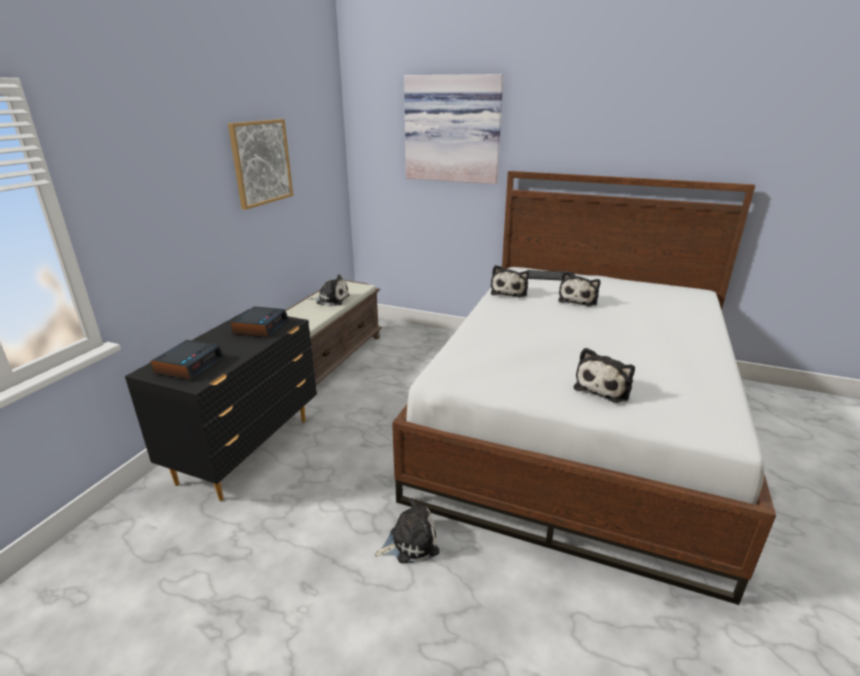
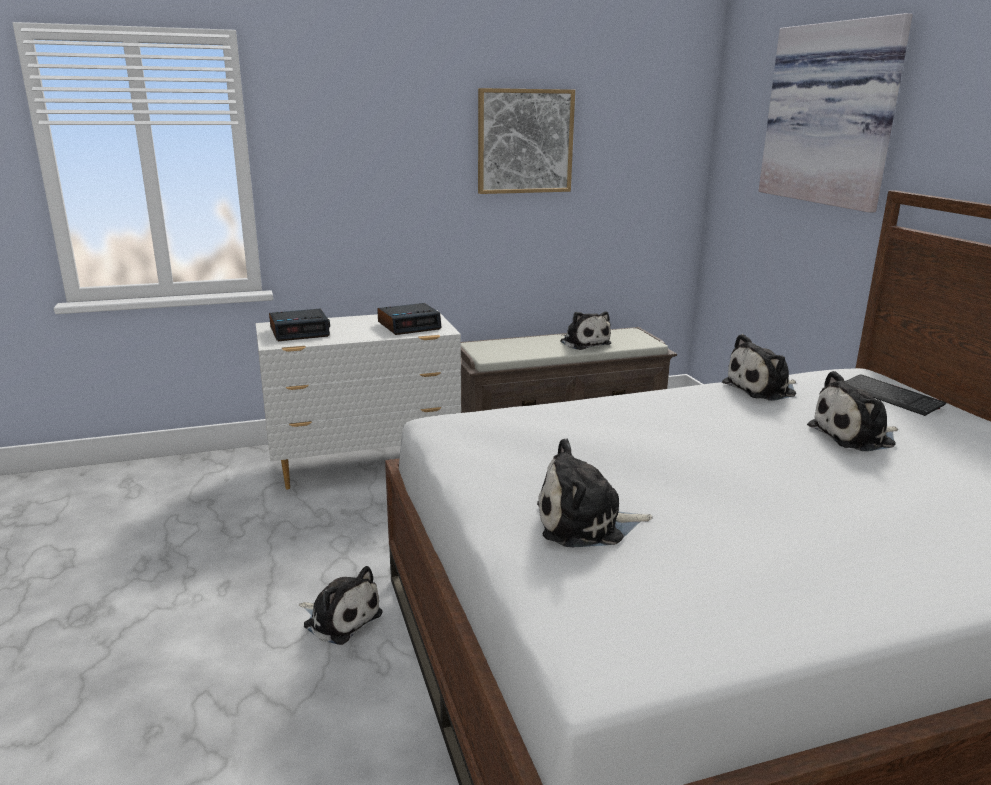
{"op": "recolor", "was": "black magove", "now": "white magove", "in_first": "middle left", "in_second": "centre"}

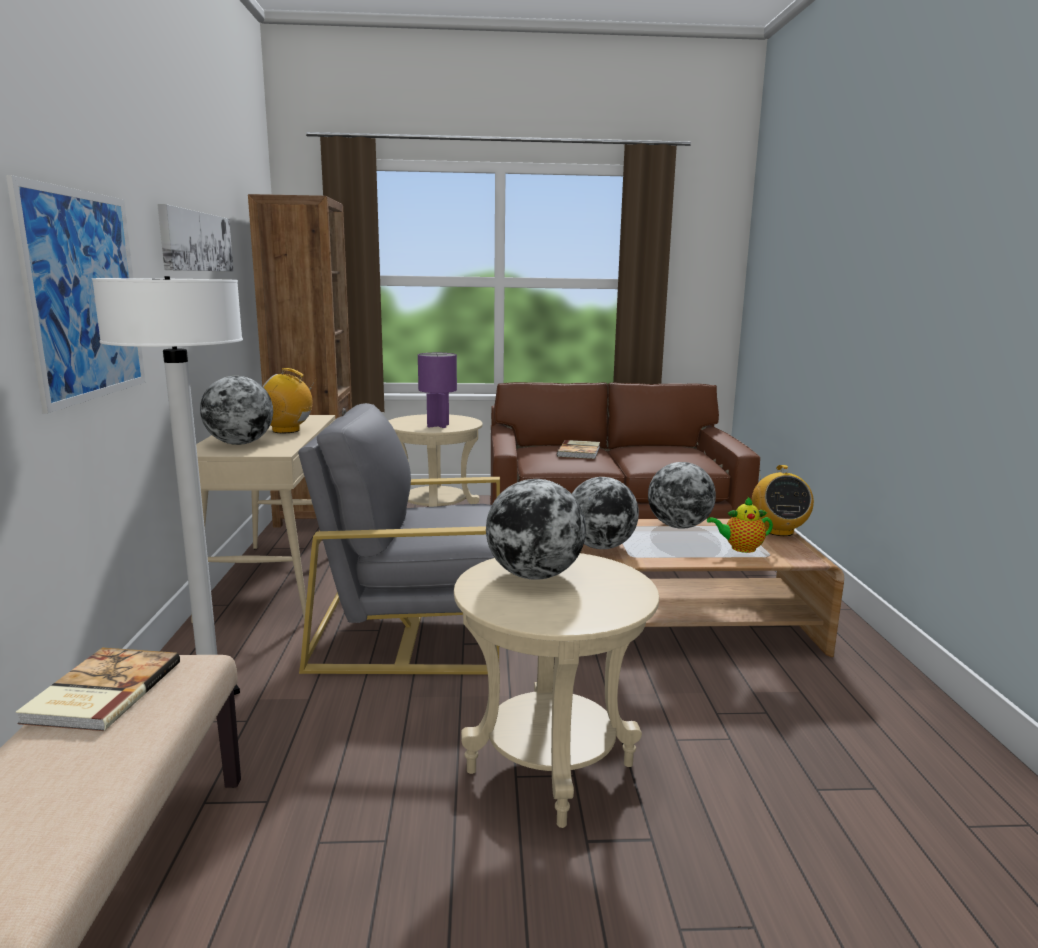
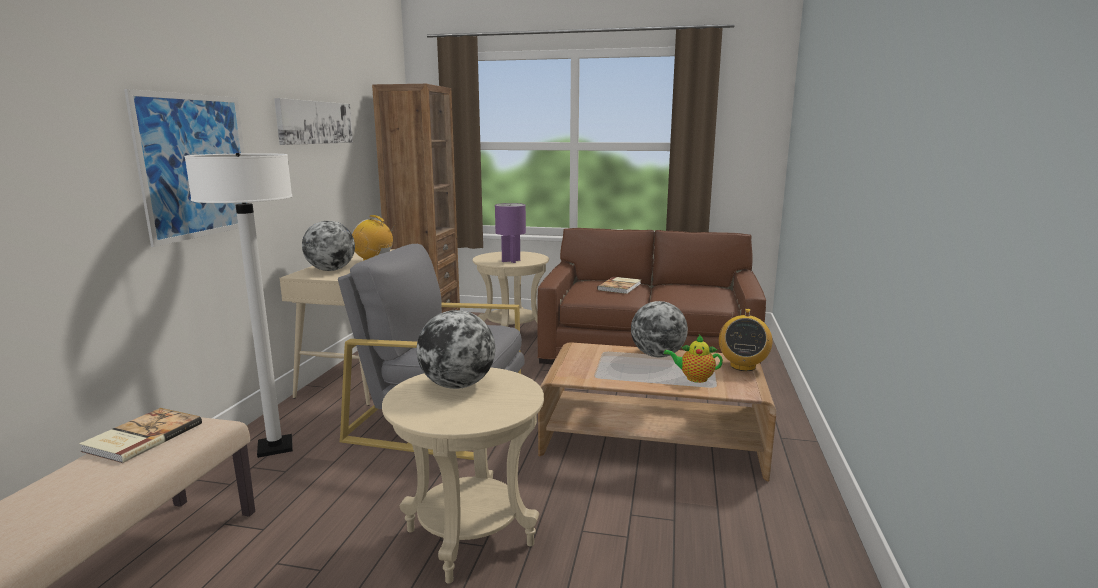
{"op": "delete", "was": "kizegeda (3rd from left)", "in_first": "centre"}

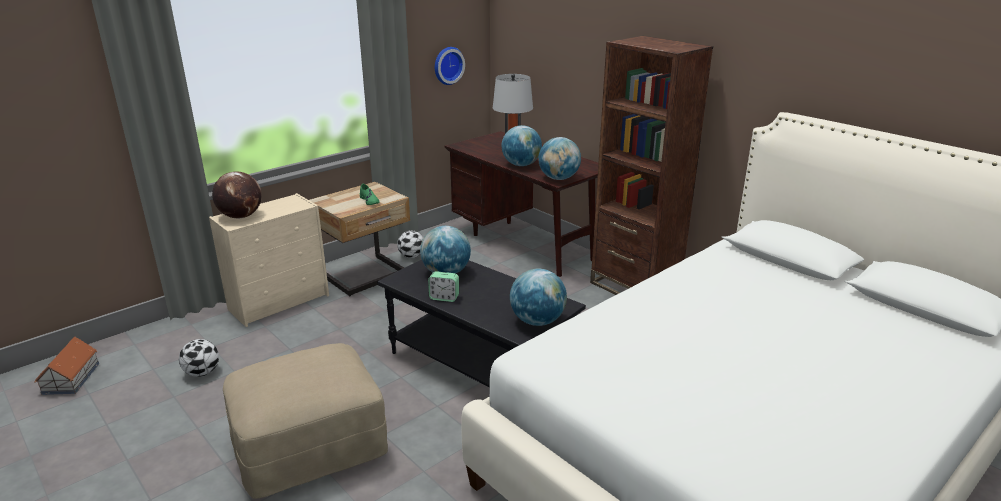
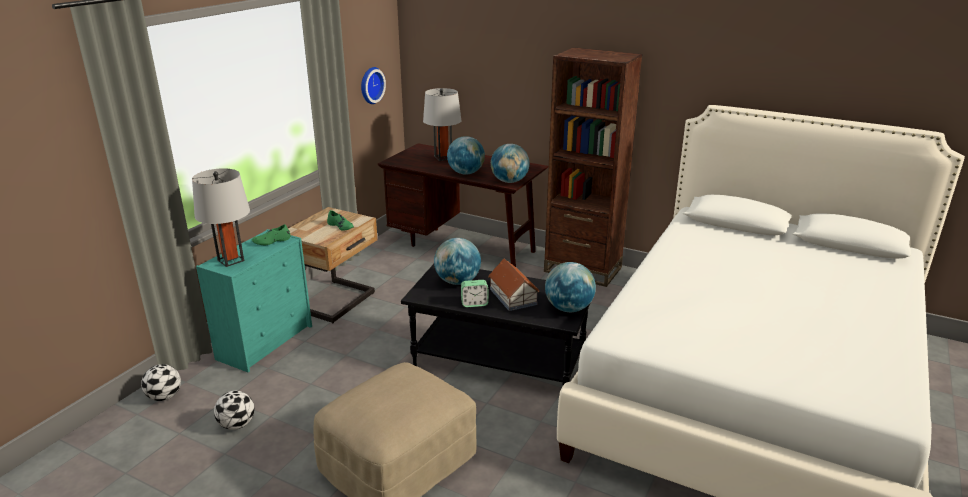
{"op": "insert", "now": "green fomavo (1st from left)", "in_second": "middle left"}
{"op": "move", "was": "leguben", "in_first": "bottom left", "in_second": "centre"}
{"op": "move", "was": "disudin (2nd from left in the first image)", "now": "disudin (1st from left)", "in_first": "centre", "in_second": "bottom left"}
{"op": "replace", "was": "kizegeda (1st from left)", "now": "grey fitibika (1st from left)", "in_first": "middle left", "in_second": "middle left"}
{"op": "recolor", "was": "beige magove", "now": "turquoise magove", "in_first": "middle left", "in_second": "middle left"}

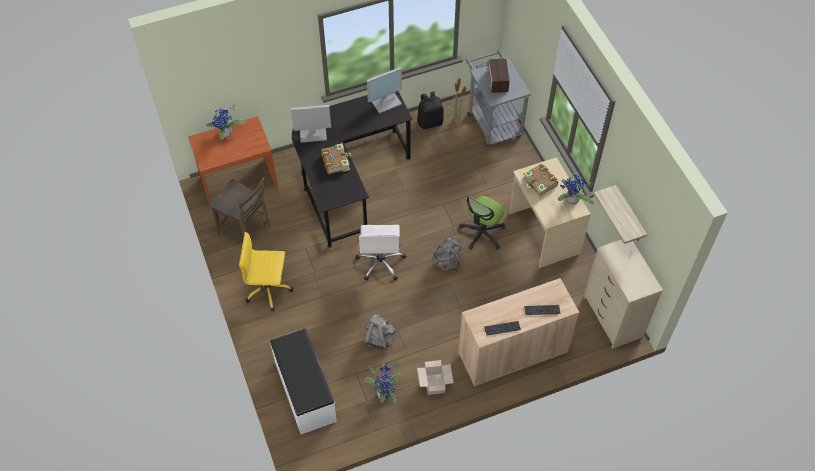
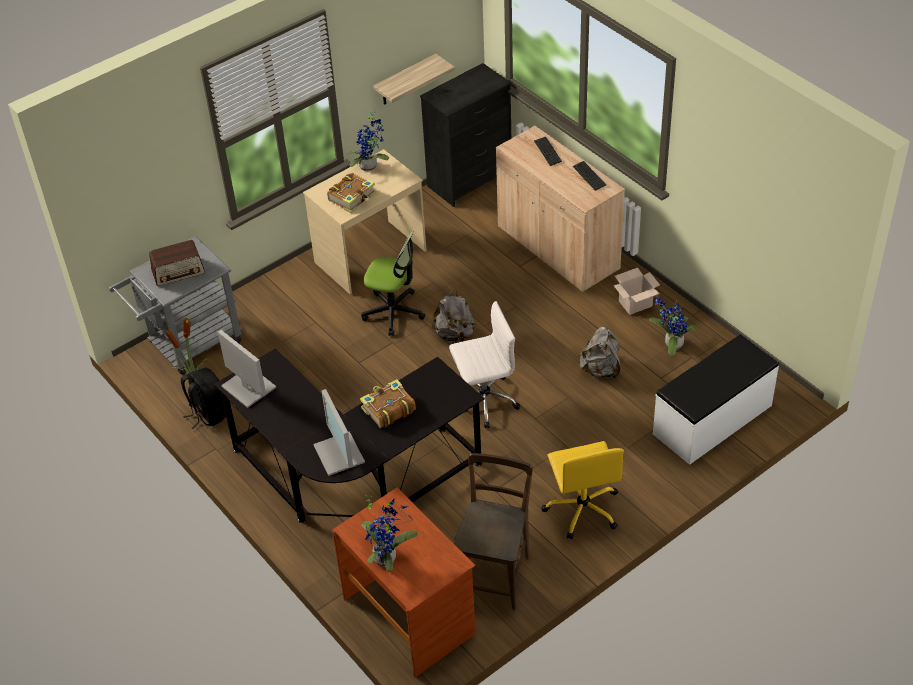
{"op": "recolor", "was": "beige magove", "now": "black magove", "in_first": "middle right", "in_second": "top centre"}

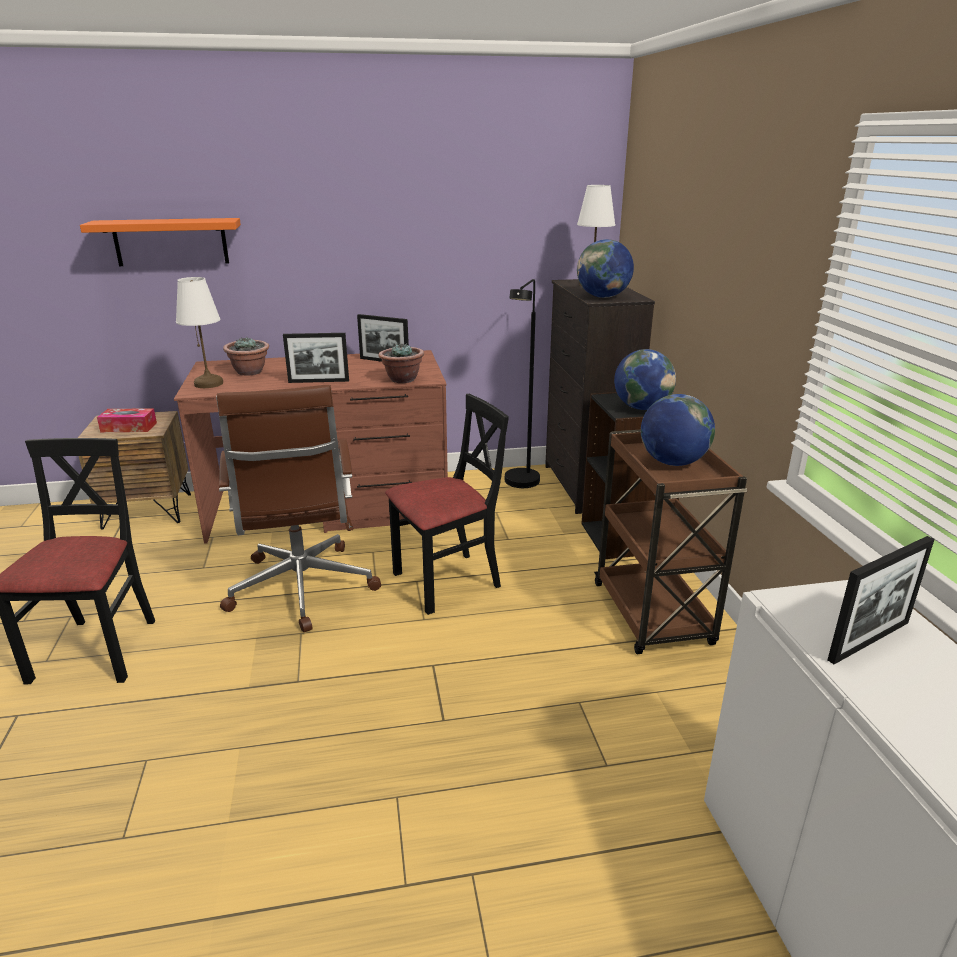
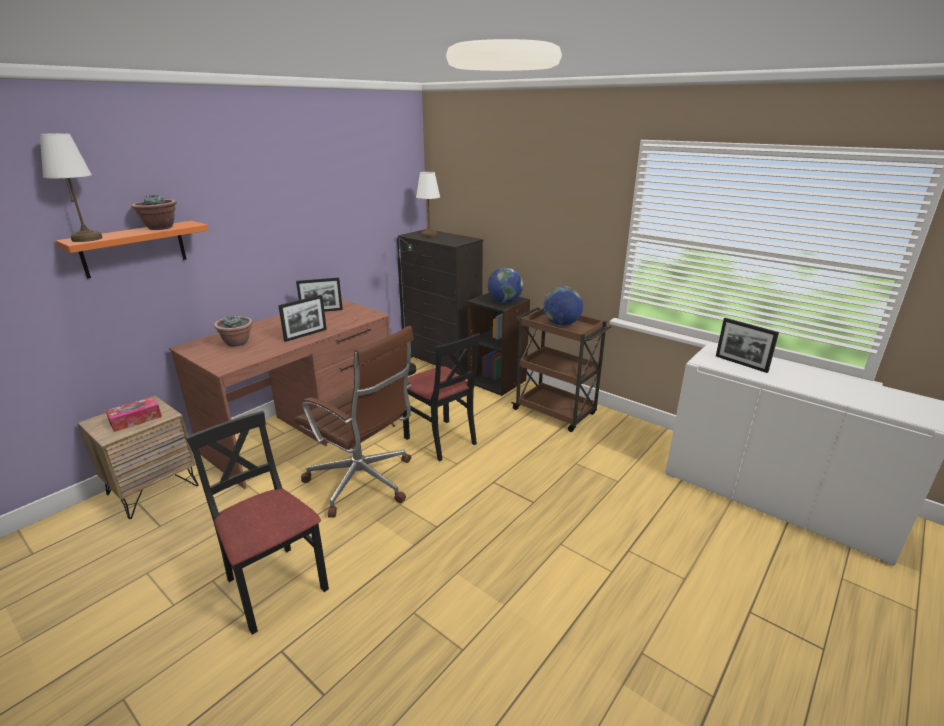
{"op": "delete", "was": "kizegeda (1st from left)", "in_first": "top centre"}
{"op": "move", "was": "white fitibika (1st from left)", "in_first": "middle left", "in_second": "top left"}
{"op": "move", "was": "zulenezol (2nd from left in the first image)", "now": "zulenezol (1st from left)", "in_first": "centre", "in_second": "top left"}
{"op": "rotate", "was": "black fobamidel (2nd from left)", "in_first": "centre", "in_second": "centre", "clockwise": 120}
{"op": "rotate", "was": "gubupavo (3rd from left)", "in_first": "middle right", "in_second": "middle right", "clockwise": 120}

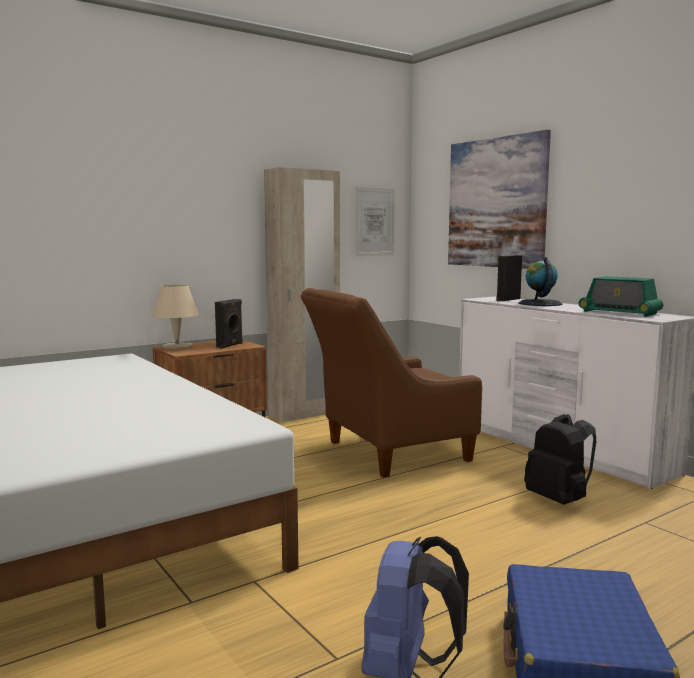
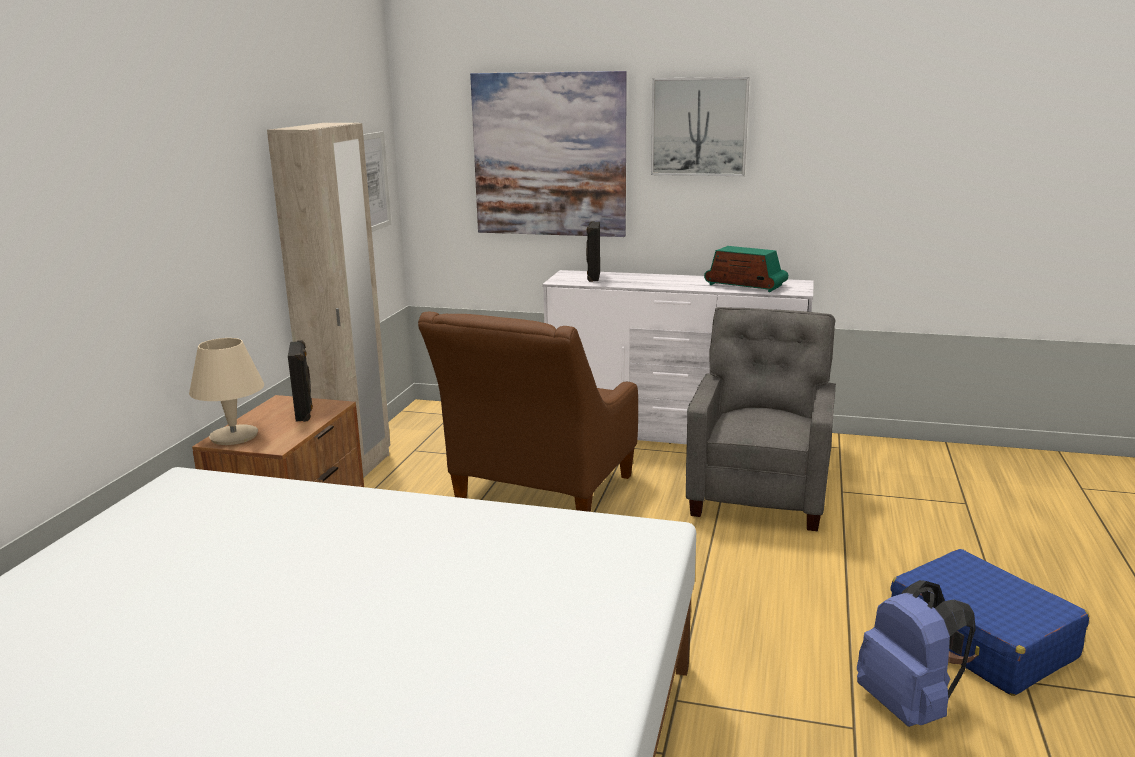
{"op": "delete", "was": "kizegeda", "in_first": "middle right"}
{"op": "insert", "now": "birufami (3rd from left)", "in_second": "top centre"}
{"op": "replace", "was": "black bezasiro", "now": "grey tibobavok", "in_first": "bottom right", "in_second": "middle right"}
{"op": "rotate", "was": "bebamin", "in_first": "middle right", "in_second": "centre", "clockwise": -150}

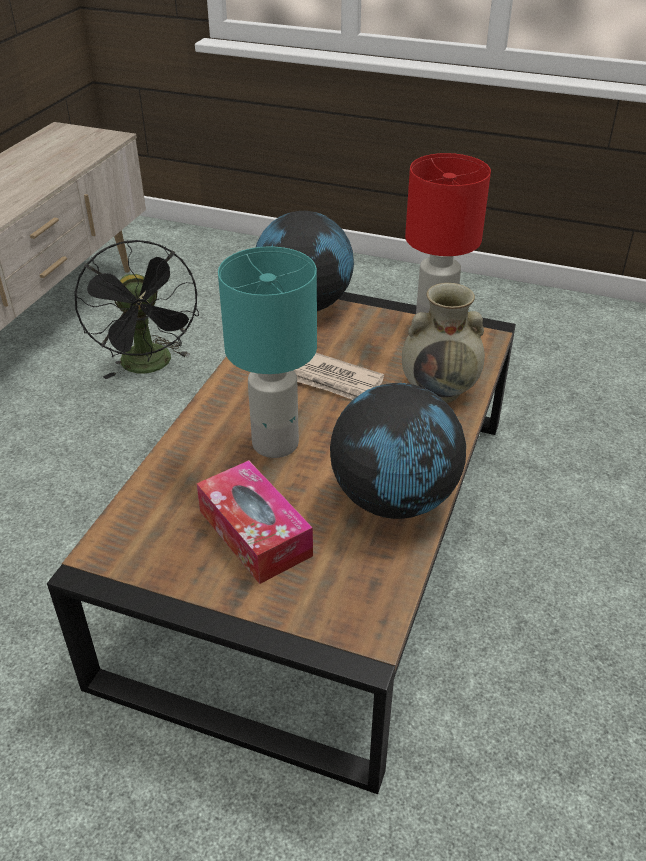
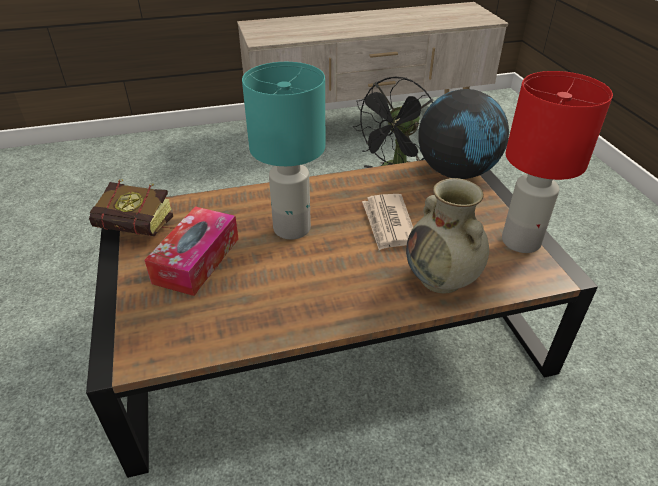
{"op": "delete", "was": "kizegeda (2nd from left)", "in_first": "centre"}
{"op": "insert", "now": "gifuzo", "in_second": "middle left"}

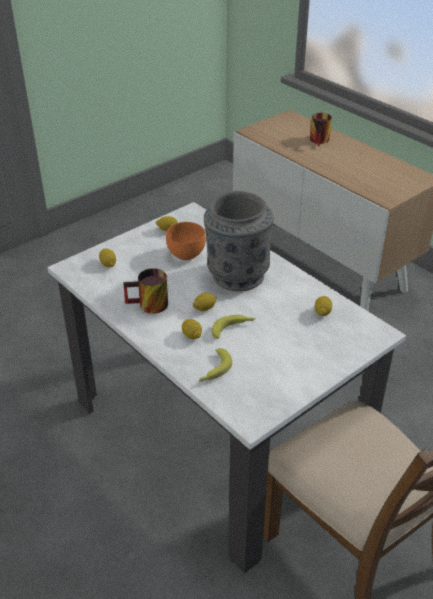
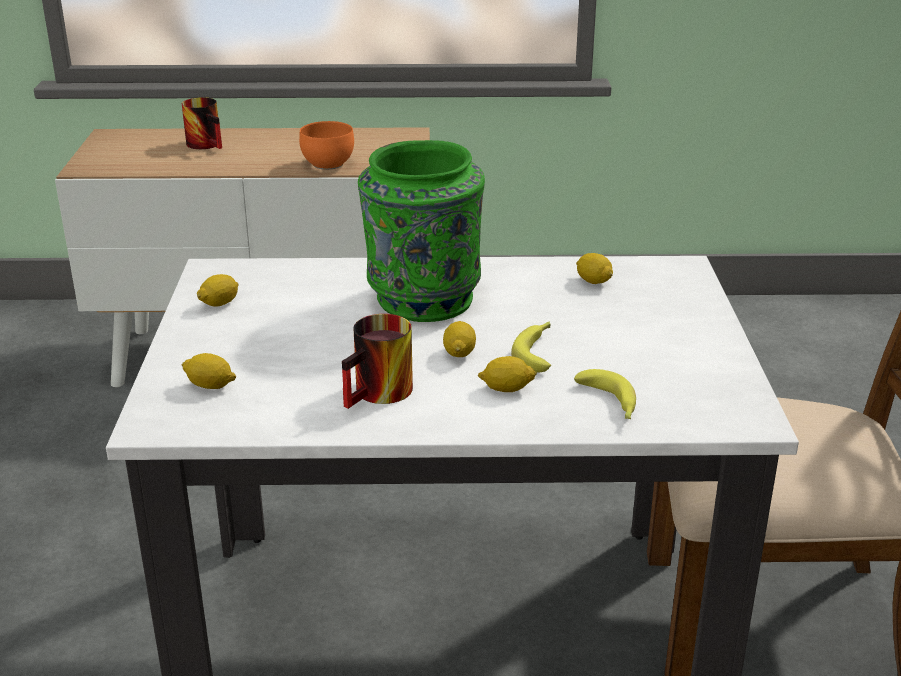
{"op": "move", "was": "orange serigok", "in_first": "centre", "in_second": "top centre"}
{"op": "recolor", "was": "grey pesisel", "now": "green pesisel", "in_first": "centre", "in_second": "centre"}

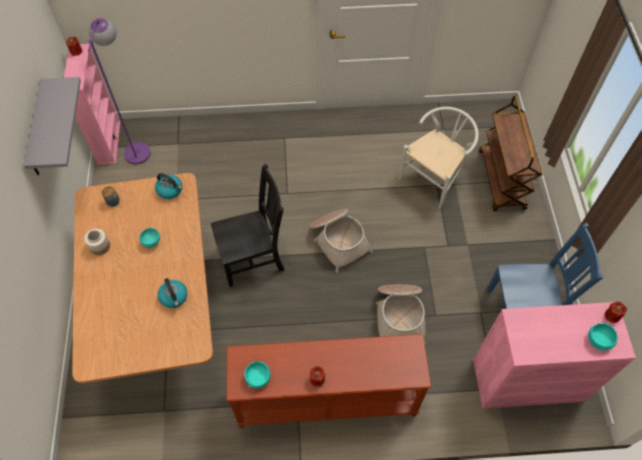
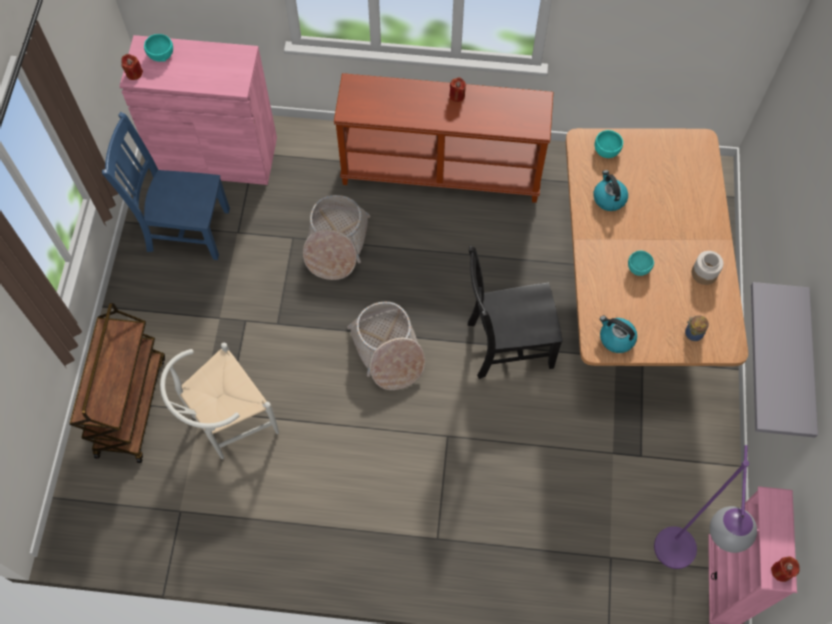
{"op": "move", "was": "turquoise serigok (2nd from left)", "in_first": "bottom centre", "in_second": "top right"}

